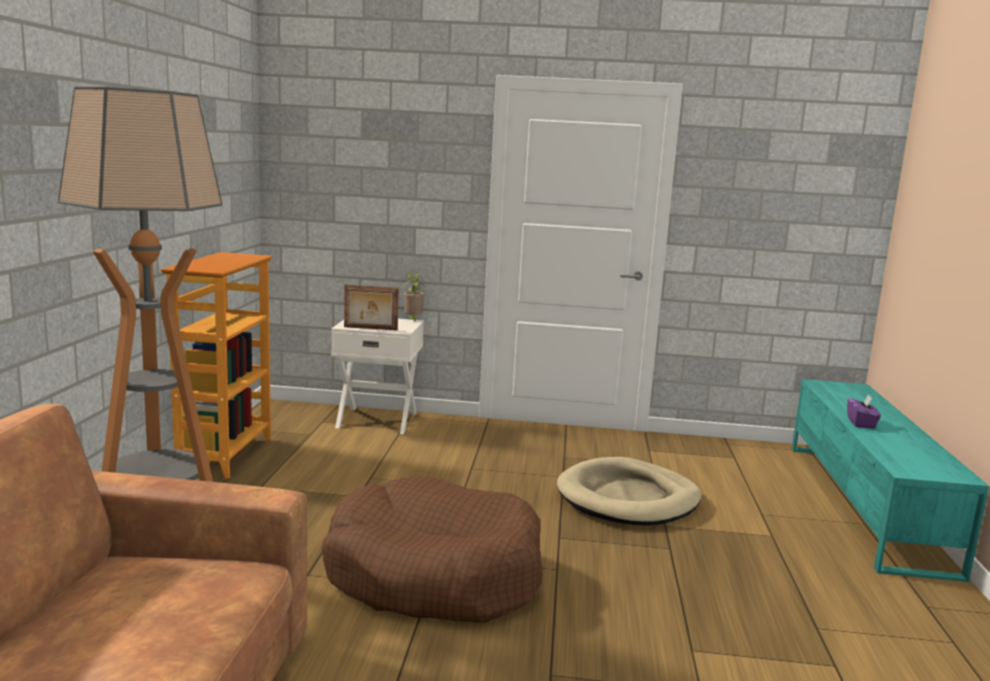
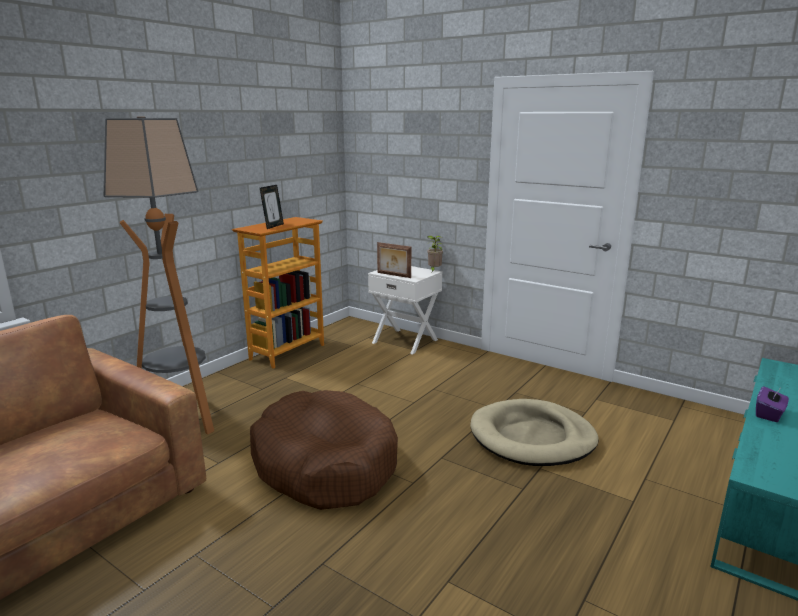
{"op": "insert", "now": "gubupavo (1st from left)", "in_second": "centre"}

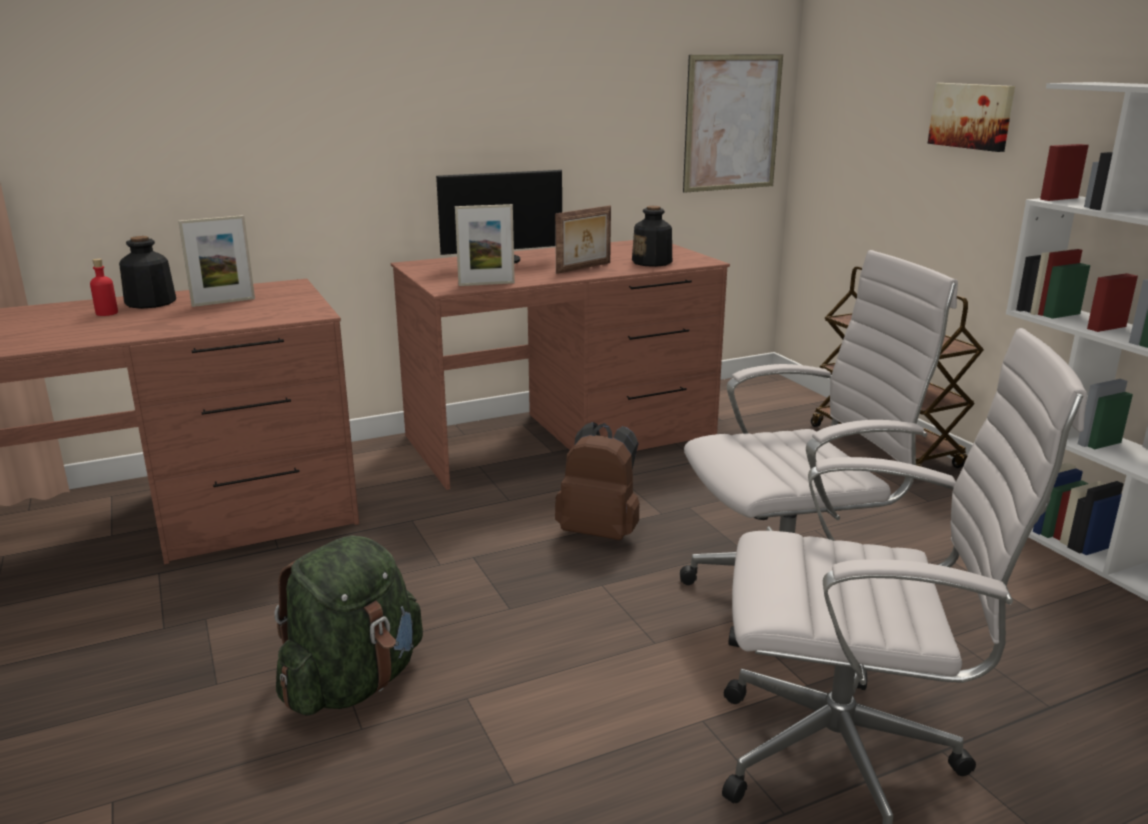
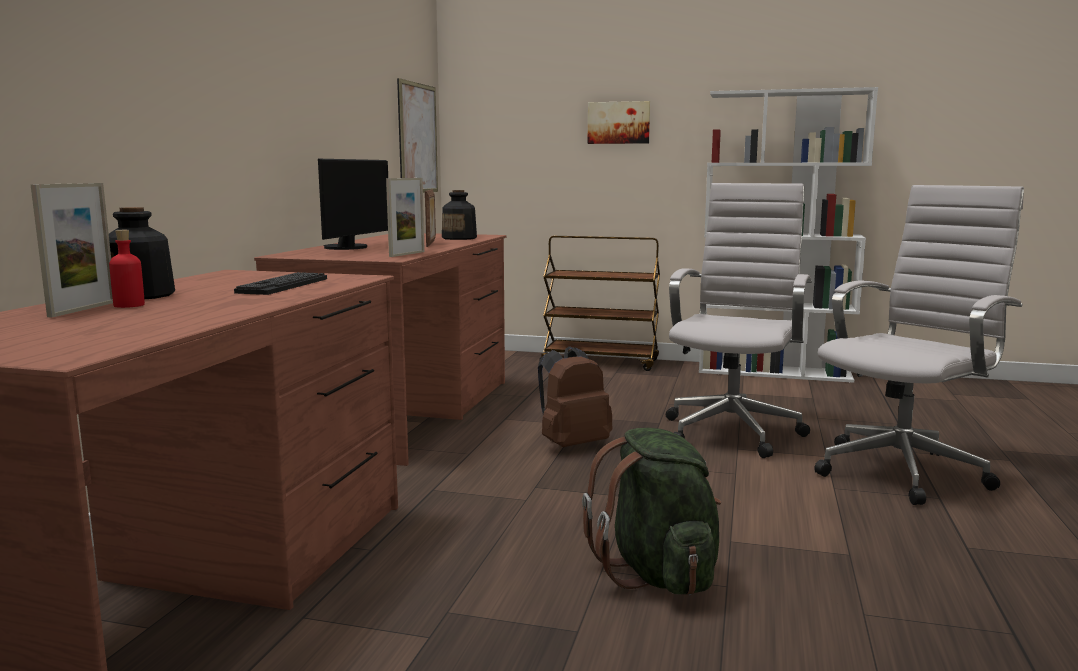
{"op": "insert", "now": "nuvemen", "in_second": "middle left"}
{"op": "move", "was": "gubupavo (1st from left)", "in_first": "top left", "in_second": "middle left"}

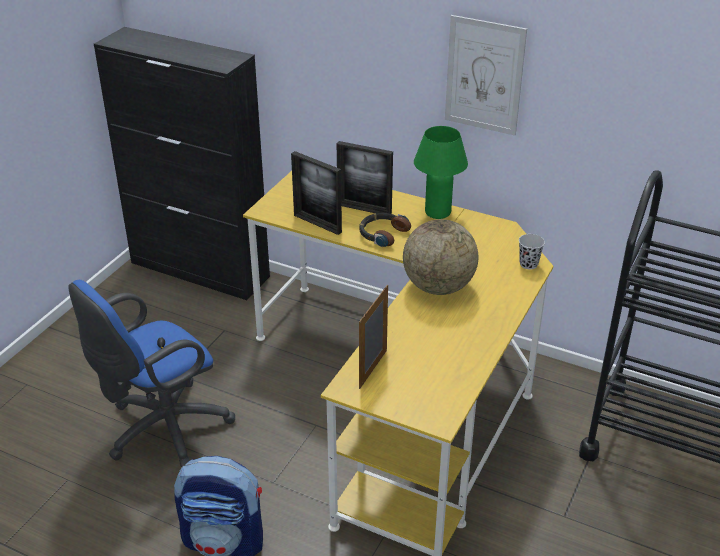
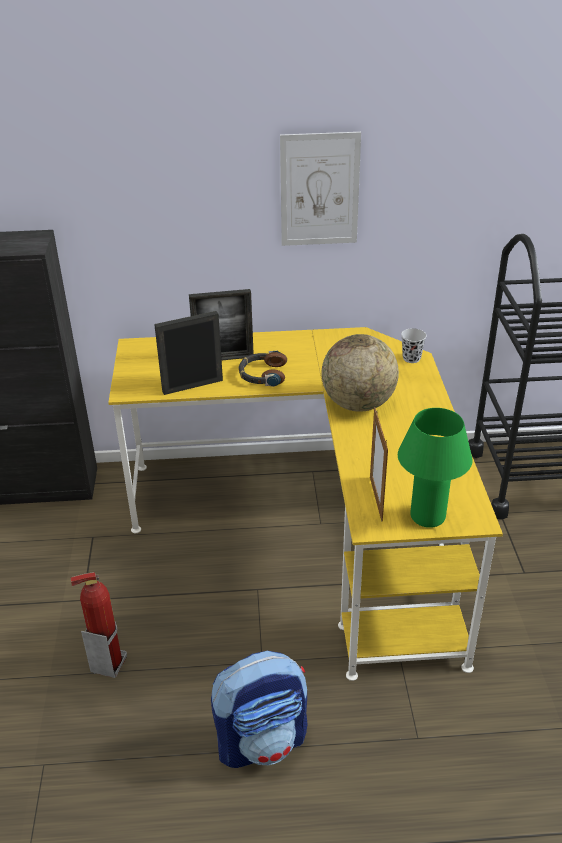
{"op": "move", "was": "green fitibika", "in_first": "top centre", "in_second": "middle right"}
{"op": "replace", "was": "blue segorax", "now": "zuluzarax", "in_first": "bottom left", "in_second": "bottom left"}
{"op": "rotate", "was": "gubupavo (1st from left)", "in_first": "centre", "in_second": "centre", "clockwise": 150}

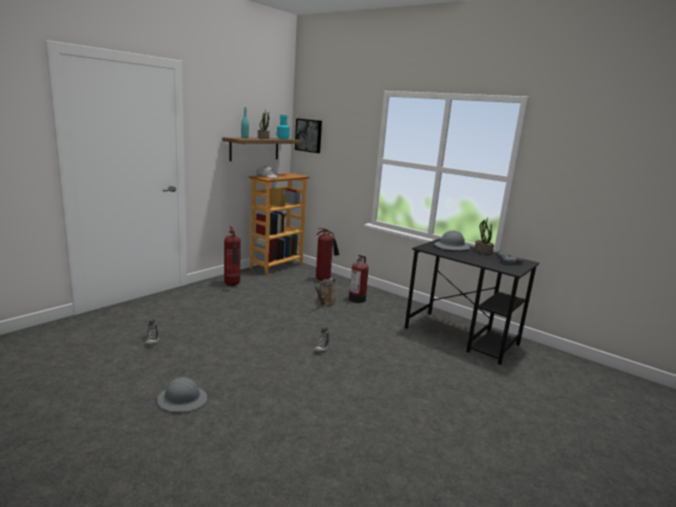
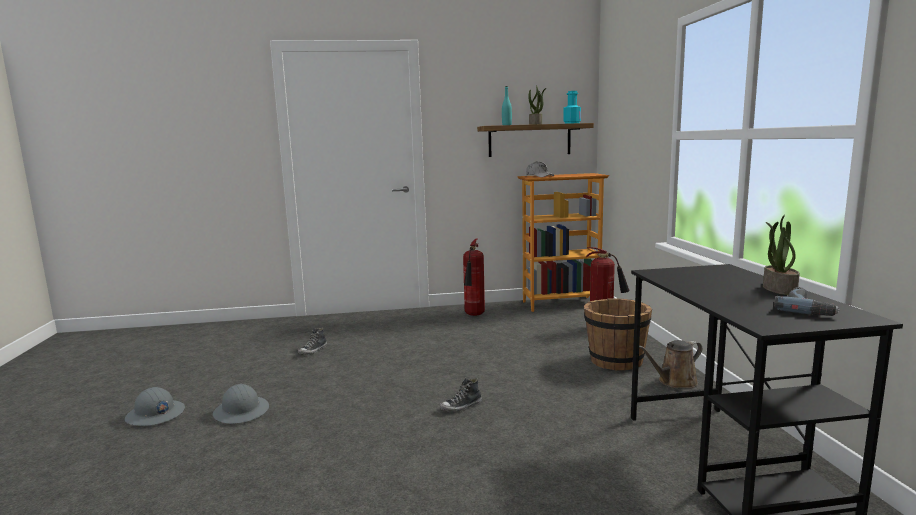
{"op": "delete", "was": "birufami", "in_first": "top centre"}
{"op": "move", "was": "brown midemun", "in_first": "centre", "in_second": "bottom right"}
{"op": "move", "was": "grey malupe (2nd from left in the first image)", "now": "grey malupe (1st from left)", "in_first": "middle right", "in_second": "bottom left"}
{"op": "replace", "was": "zuluzarax (3rd from left)", "now": "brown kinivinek", "in_first": "centre", "in_second": "middle right"}

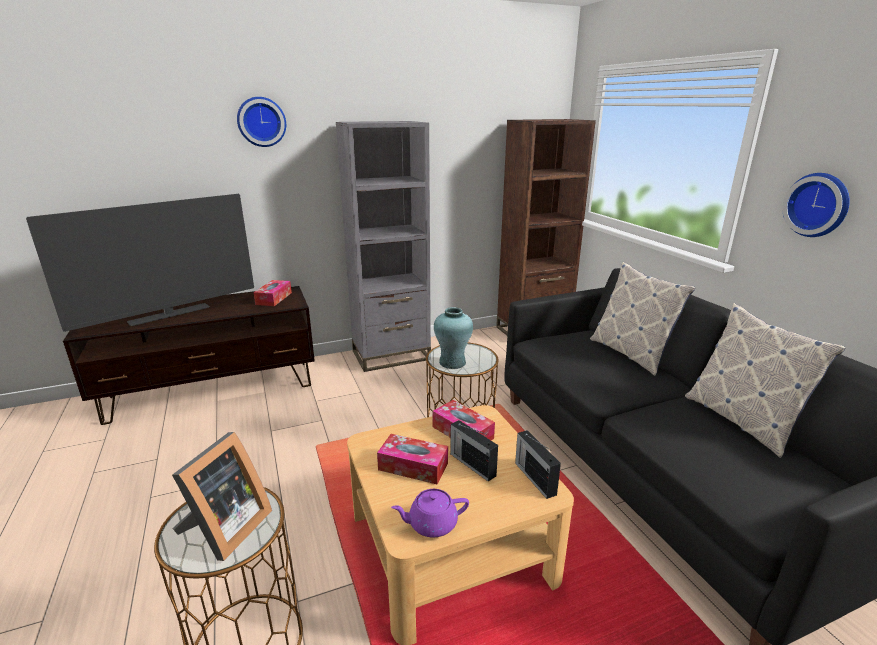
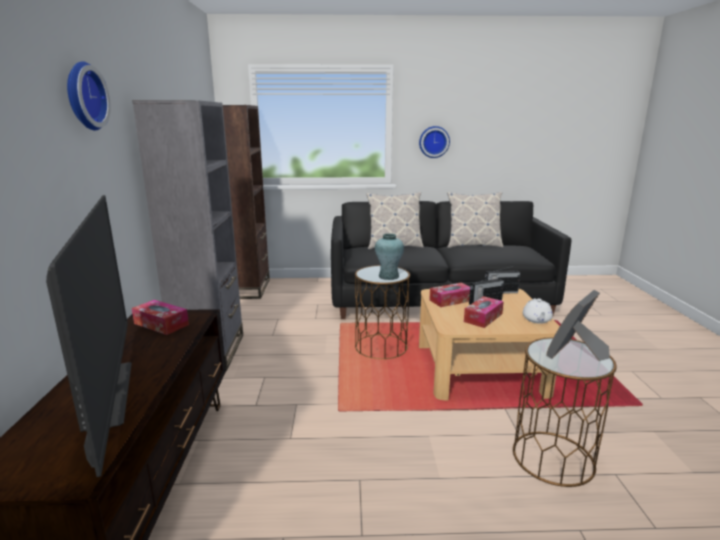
{"op": "recolor", "was": "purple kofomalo", "now": "white kofomalo", "in_first": "bottom centre", "in_second": "middle right"}
{"op": "rotate", "was": "gubupavo", "in_first": "bottom left", "in_second": "middle right", "clockwise": -90}

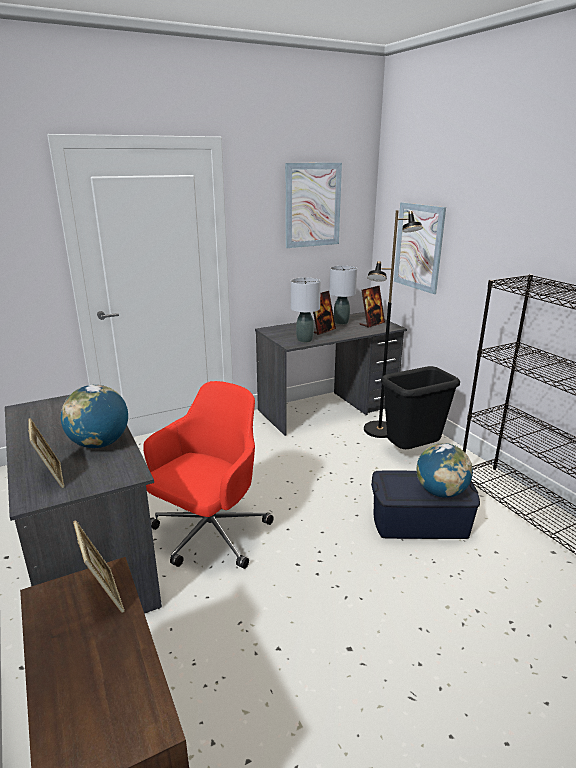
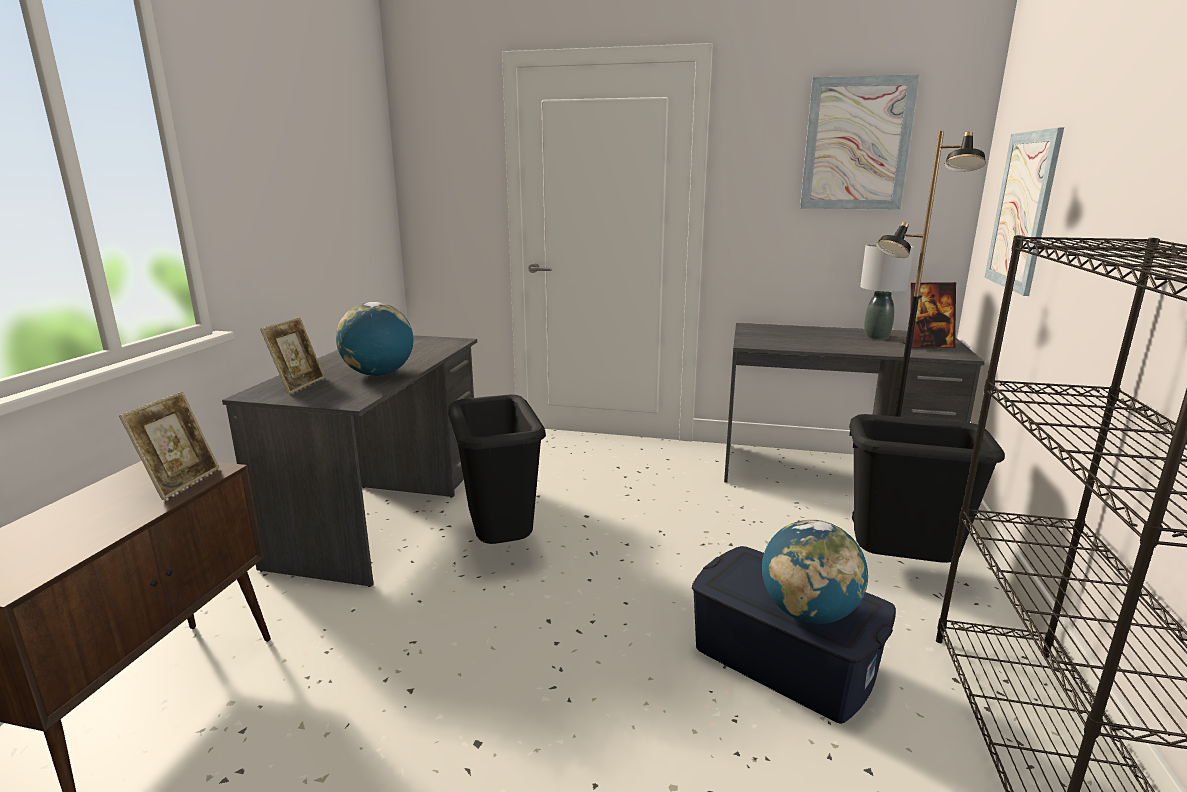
{"op": "delete", "was": "grey fitibika (1st from left)", "in_first": "centre"}
{"op": "delete", "was": "gubupavo (3rd from left)", "in_first": "centre"}
{"op": "replace", "was": "red segorax", "now": "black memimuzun (1st from left)", "in_first": "centre", "in_second": "centre"}

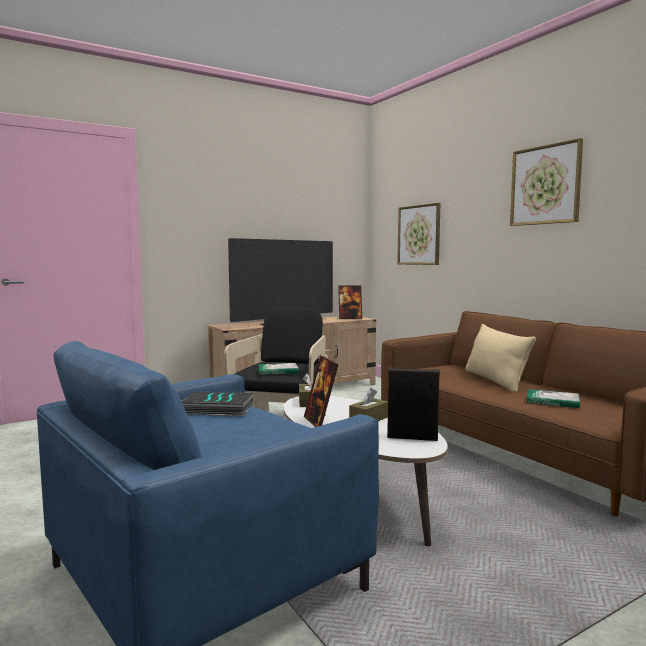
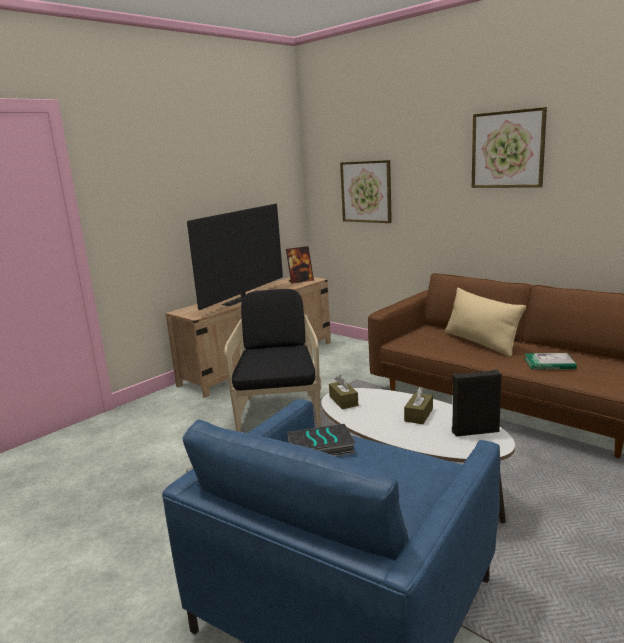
{"op": "delete", "was": "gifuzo (2nd from left)", "in_first": "centre"}
{"op": "delete", "was": "gubupavo (1st from left)", "in_first": "centre"}

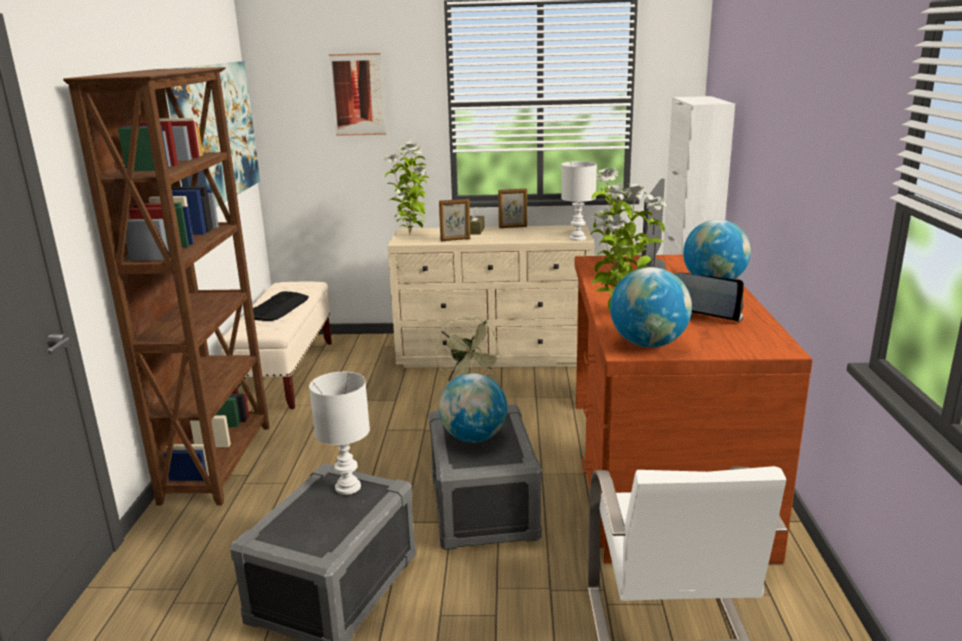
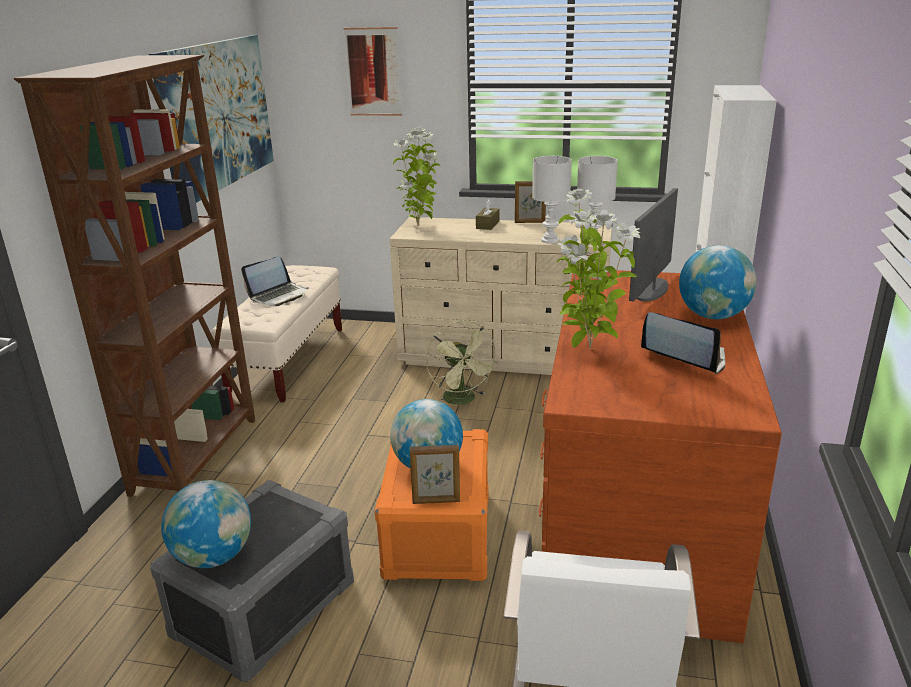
{"op": "move", "was": "white fitibika (1st from left)", "in_first": "bottom centre", "in_second": "top centre"}
{"op": "move", "was": "gubupavo (1st from left)", "in_first": "centre", "in_second": "bottom centre"}
{"op": "move", "was": "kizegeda (2nd from left in the first image)", "now": "kizegeda (1st from left)", "in_first": "middle right", "in_second": "bottom left"}
{"op": "replace", "was": "nuvemen", "now": "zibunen (1st from left)", "in_first": "middle left", "in_second": "middle left"}
{"op": "recolor", "was": "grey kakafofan (2nd from left)", "now": "orange kakafofan", "in_first": "bottom centre", "in_second": "bottom centre"}

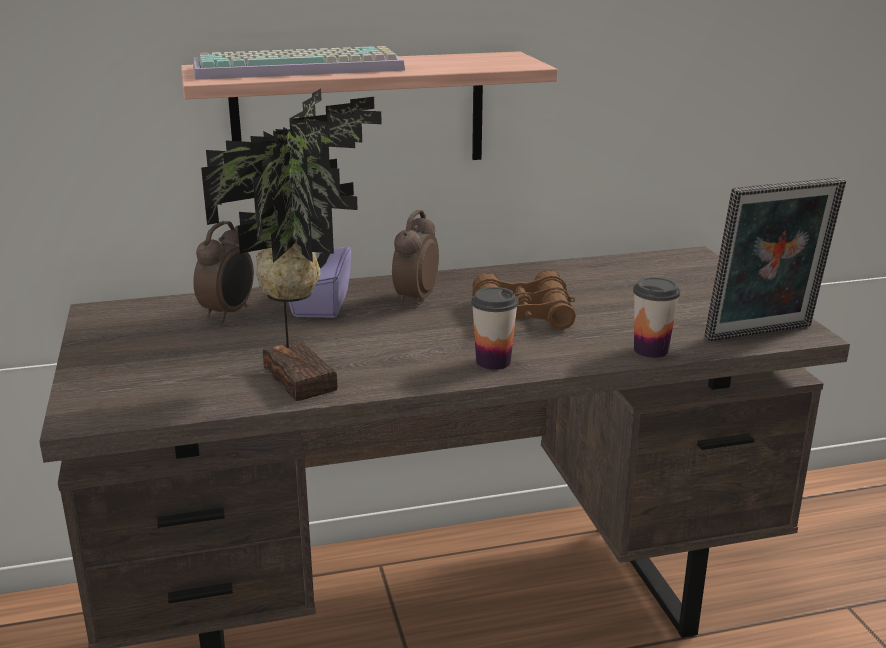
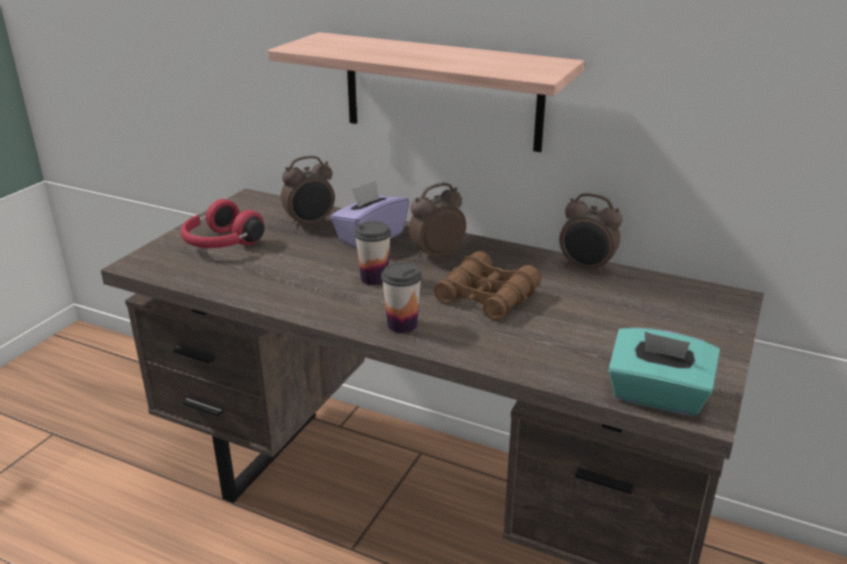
{"op": "delete", "was": "nuvemen", "in_first": "top centre"}
{"op": "delete", "was": "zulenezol", "in_first": "middle left"}
{"op": "insert", "now": "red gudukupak", "in_second": "middle left"}
{"op": "insert", "now": "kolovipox (3rd from left)", "in_second": "middle right"}
{"op": "move", "was": "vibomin (2nd from left in the first image)", "now": "vibomin (1st from left)", "in_first": "middle right", "in_second": "centre"}
{"op": "replace", "was": "gubupavo", "now": "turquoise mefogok", "in_first": "middle right", "in_second": "middle right"}

